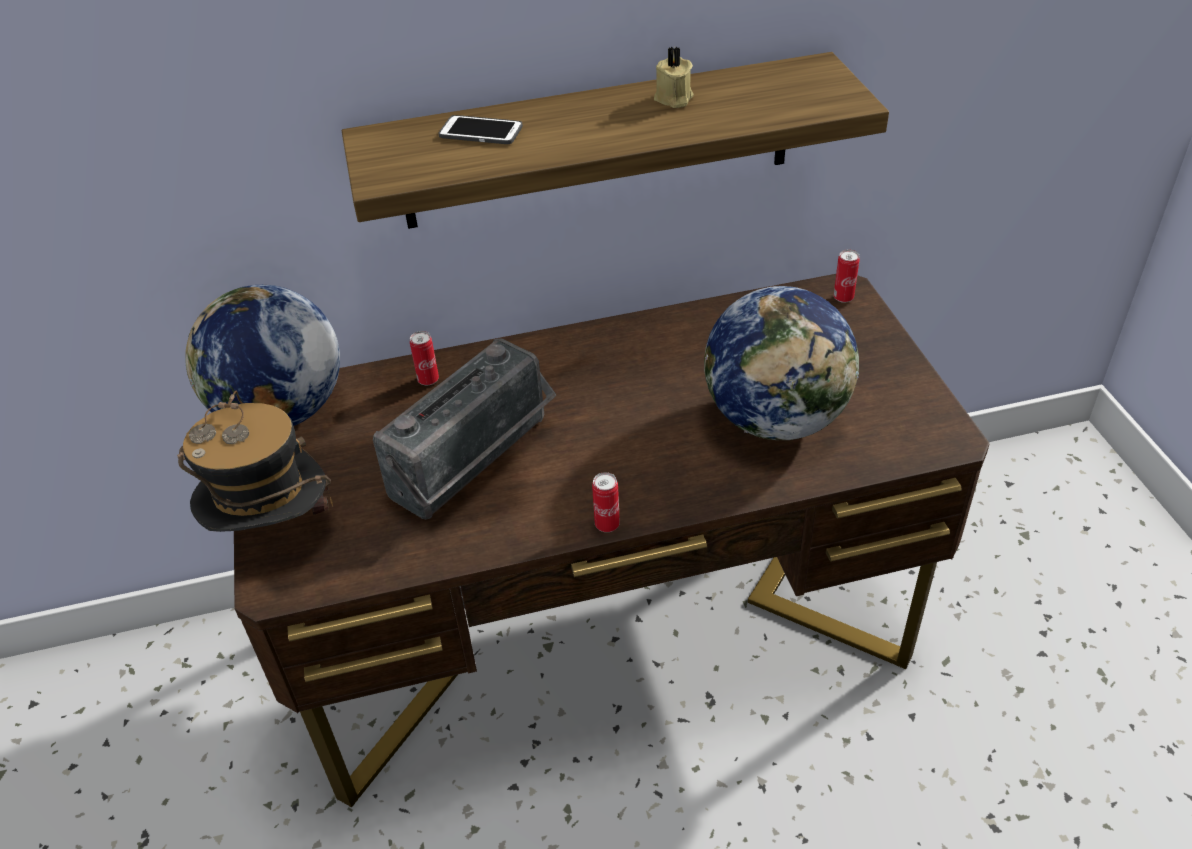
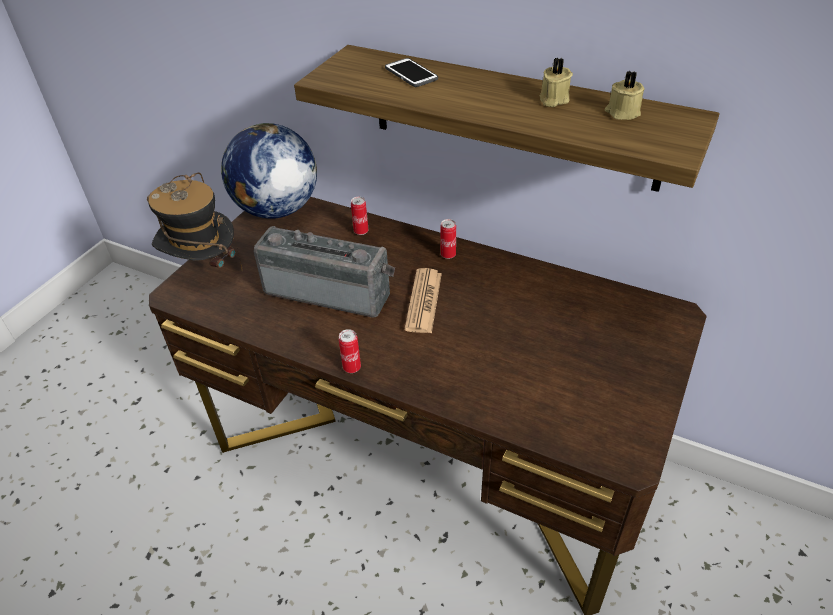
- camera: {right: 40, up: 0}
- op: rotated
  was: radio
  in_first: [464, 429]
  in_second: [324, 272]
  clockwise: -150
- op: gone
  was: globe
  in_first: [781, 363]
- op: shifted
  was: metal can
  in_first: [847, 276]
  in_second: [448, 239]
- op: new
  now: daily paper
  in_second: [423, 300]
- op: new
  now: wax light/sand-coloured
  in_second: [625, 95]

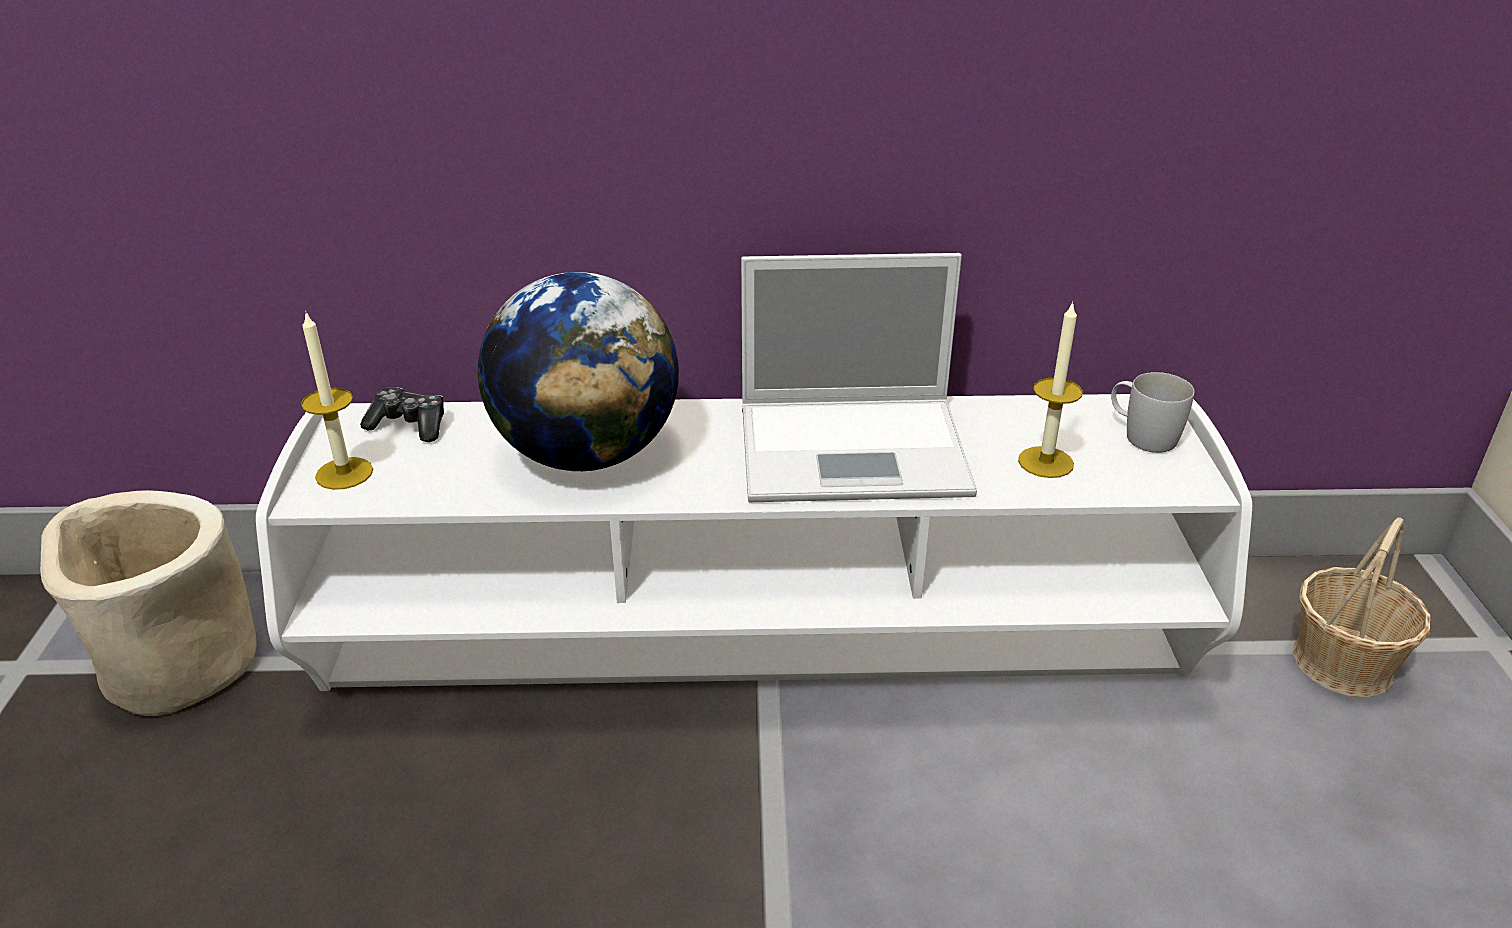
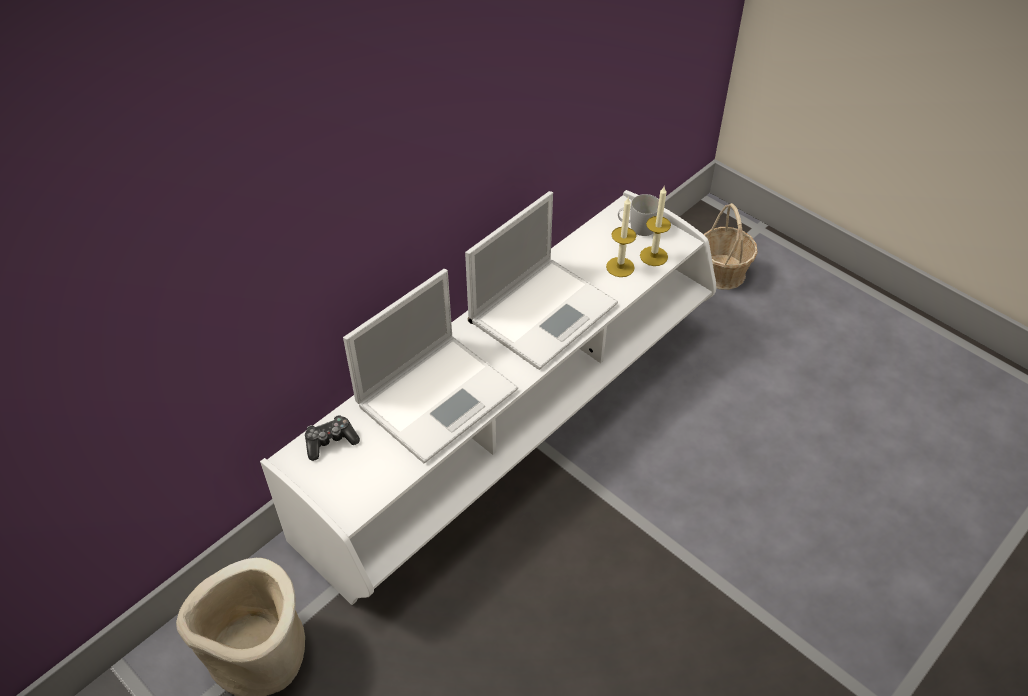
- camera: {right: -45, up: 15}
- op: shifted
  was: wax light
  in_first: [337, 400]
  in_second: [655, 226]
- op: swapped
  was: globe
  now: laptop
  in_first: [578, 371]
  in_second: [430, 366]

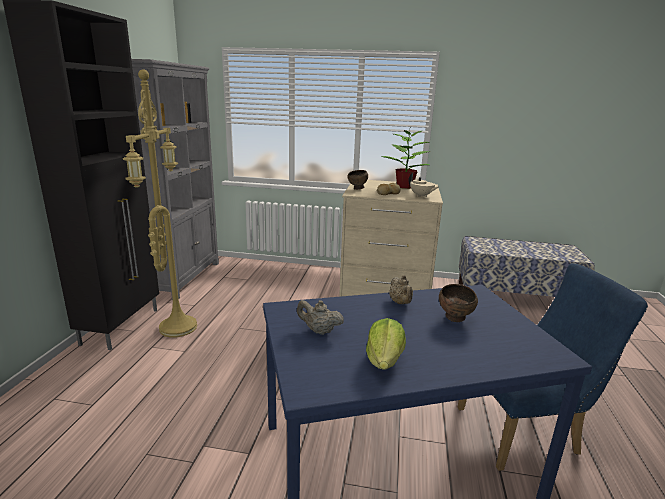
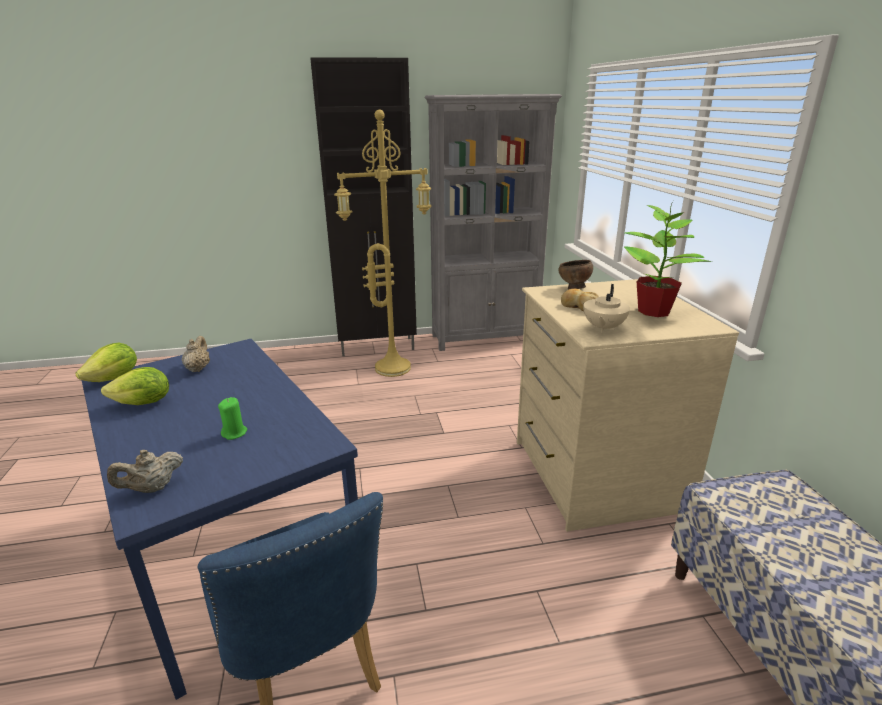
- camera: {right: 70, up: 5}
- op: shifted
  was: tea pot/sand-coloured
  in_first: [401, 289]
  in_second: [145, 471]
- op: swapped
  was: bowl/brownish
  now: wax light/greenish
  in_first: [458, 303]
  in_second: [232, 418]
- op: new
  now: head of lettuce
  in_second: [106, 362]

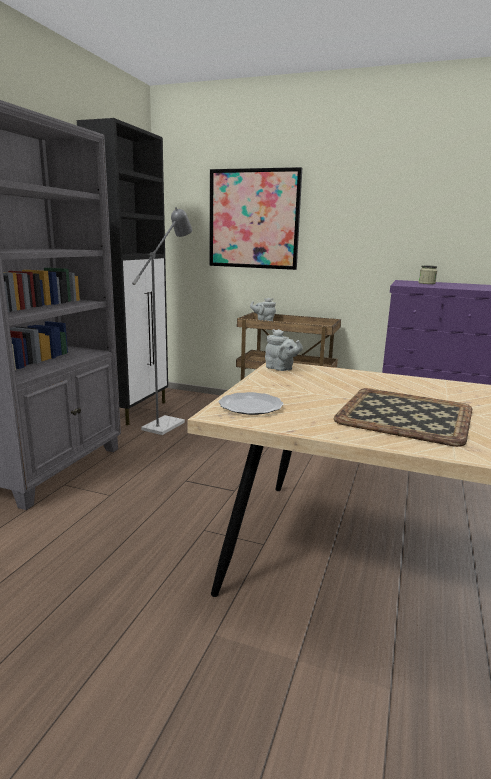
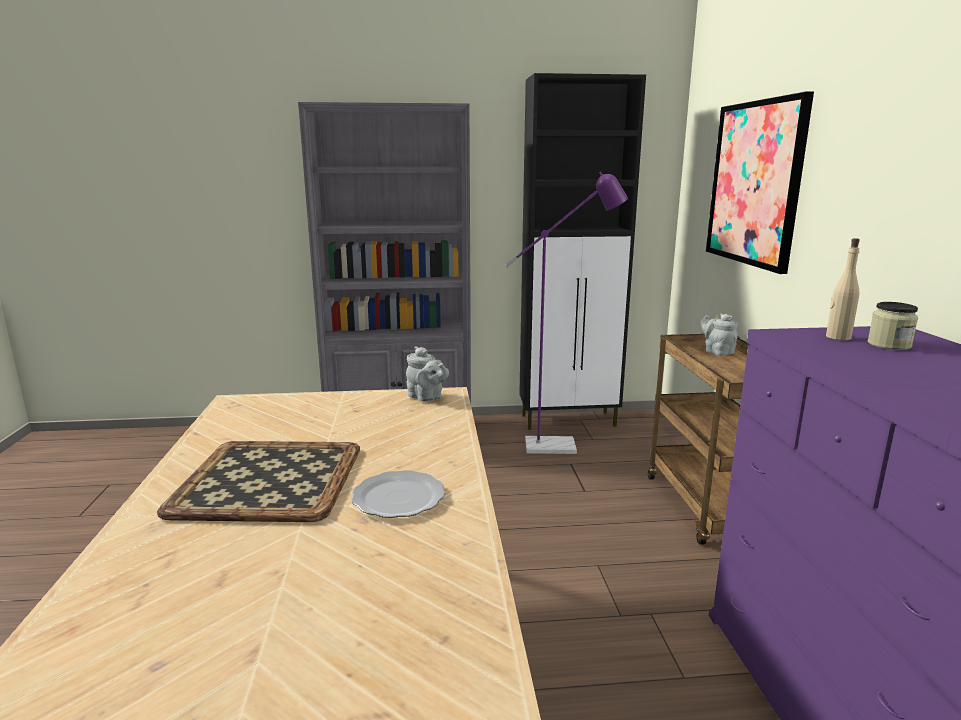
- camera: {right: 65, up: 0}
- op: repainted
  was: floor lamp/gray
  now: floor lamp/purple
  in_first: [162, 321]
  in_second: [566, 313]
- op: shifted
  was: plate
  in_first: [251, 403]
  in_second: [398, 494]
- op: rotated
  was: tea pot/gray
  in_first: [284, 350]
  in_second: [427, 374]
  clockwise: -60
- op: new
  now: drink bottle/sand-coloured
  in_second: [843, 289]

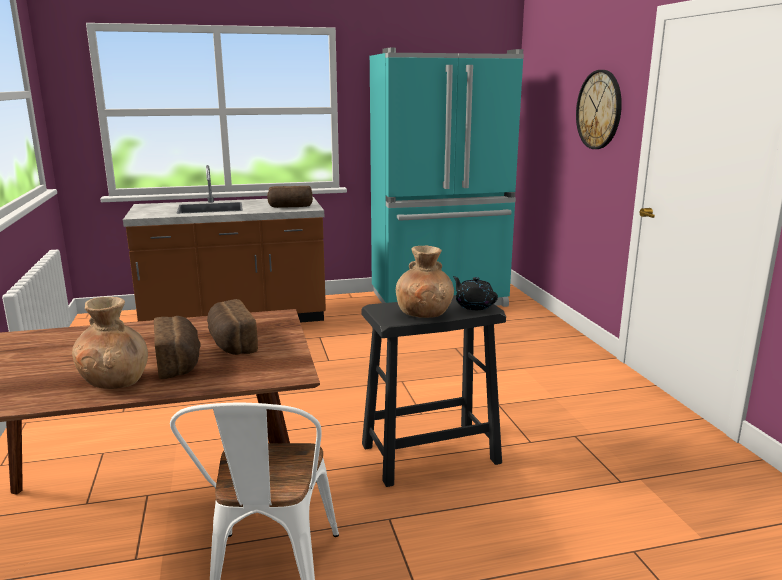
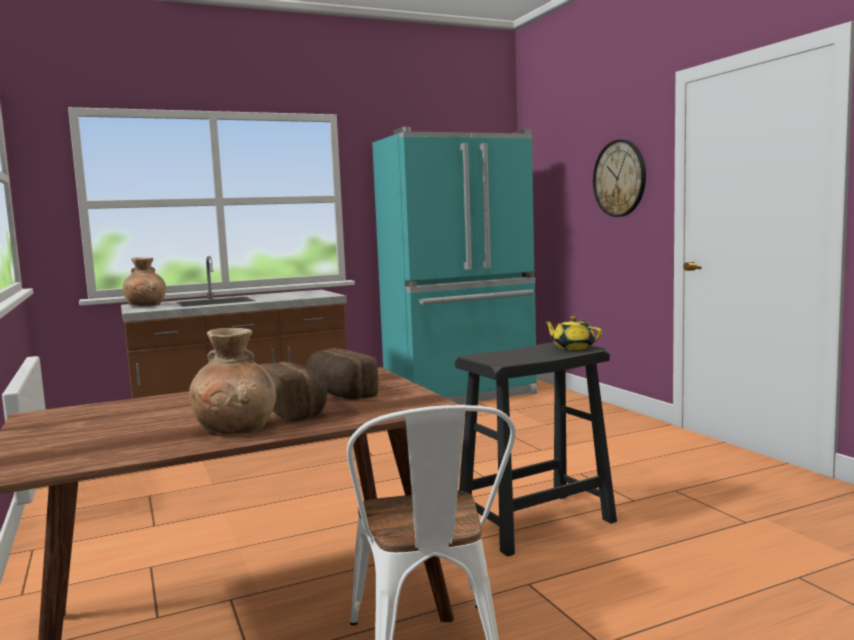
- camera: {right: -10, up: -10}
- op: gone
  was: baked bread
  in_first: [290, 197]
- op: shifted
  was: flower vase/brownish
  in_first: [425, 282]
  in_second: [144, 281]
- op: repainted
  was: tea pot/blackish
  now: tea pot/yellowish
  in_first: [475, 293]
  in_second: [573, 333]

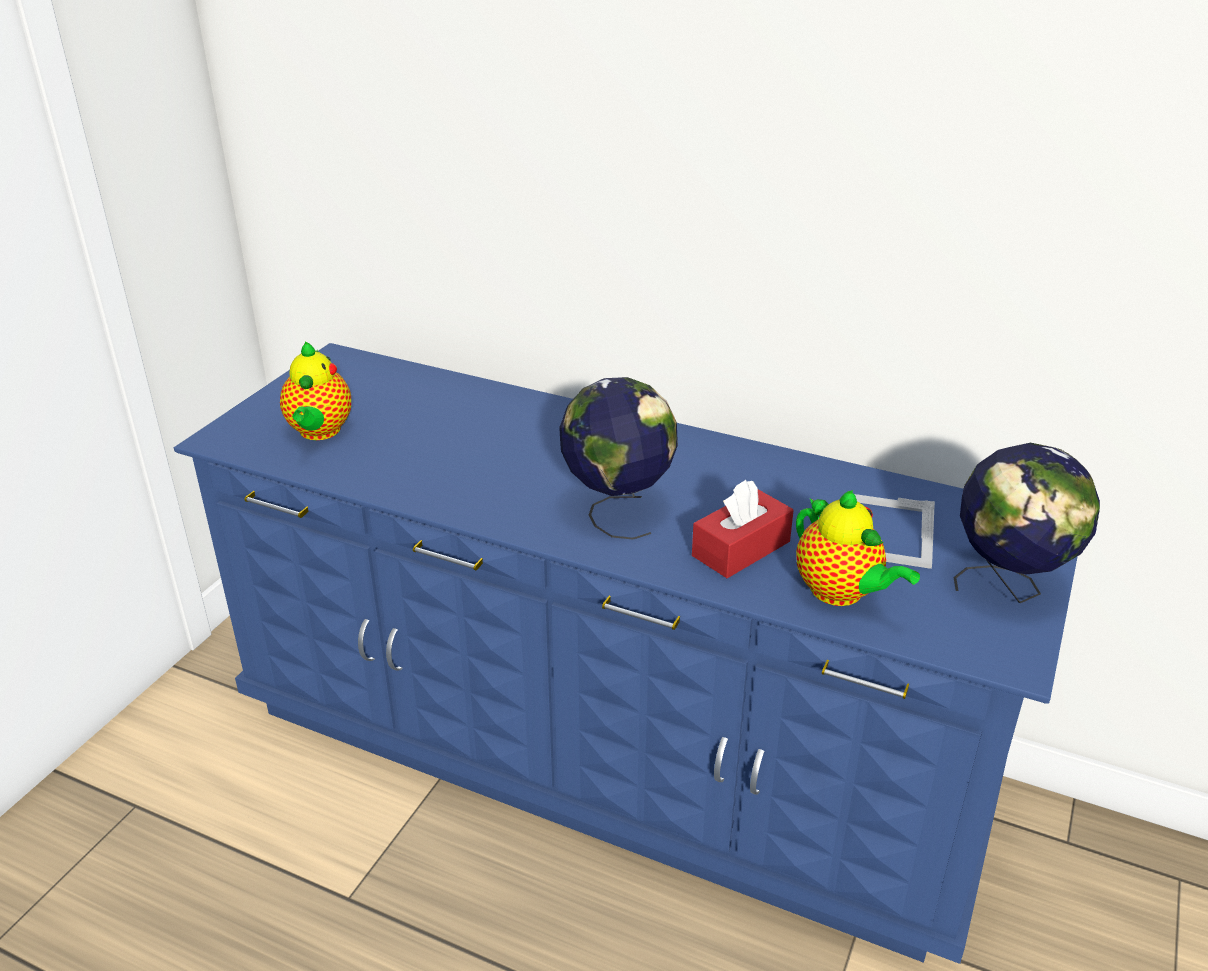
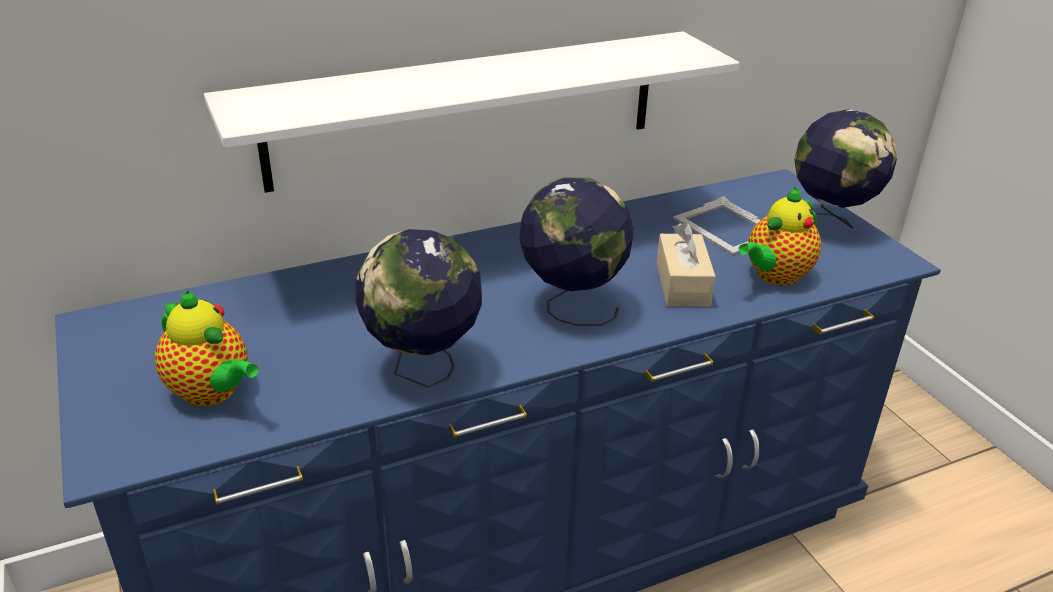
- camera: {right: -50, up: 0}
- op: repainted
  was: tissue box/reddish
  now: tissue box/sand-coloured
  in_first: [743, 529]
  in_second: [686, 264]
- op: rotated
  was: tea pot
  in_first: [858, 548]
  in_second: [780, 236]
  clockwise: 135
- op: new
  now: wall shelf/whitish
  in_second: [472, 112]
- op: new
  now: globe
  in_second: [419, 308]

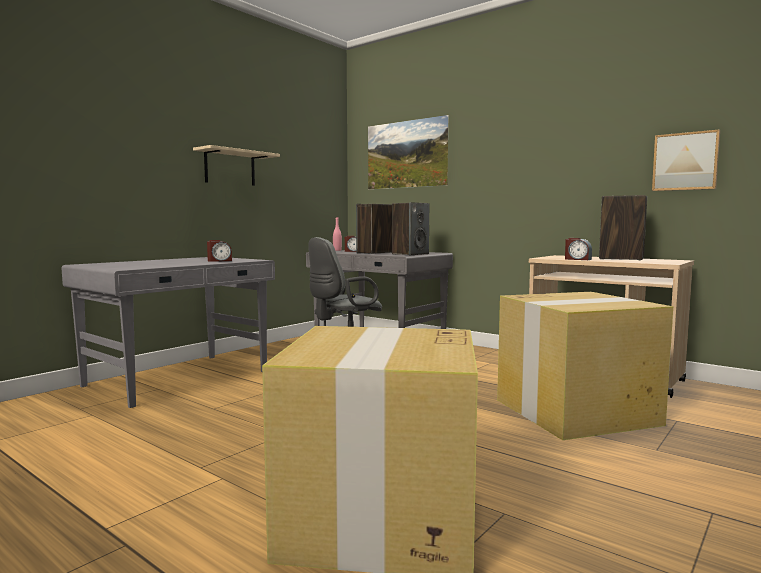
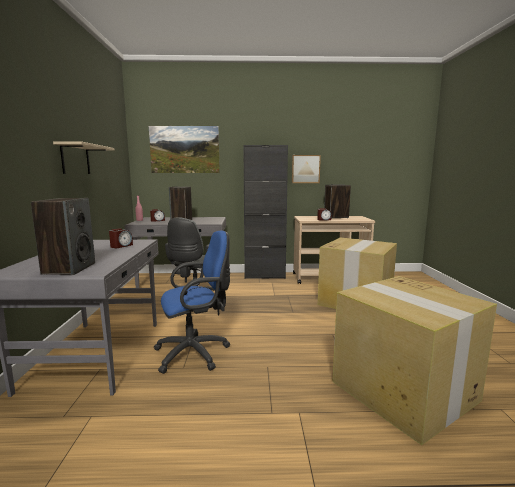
- camera: {right: -40, up: 5}
- op: shifted
  was: speaker
  in_first: [410, 228]
  in_second: [63, 236]
- op: shifted
  was: wall art
  in_first: [686, 160]
  in_second: [306, 169]
- op: new
  now: computer chair/blue-coloured
  in_second: [192, 302]
- op: new
  now: cabinet/blackish
  in_second: [265, 212]

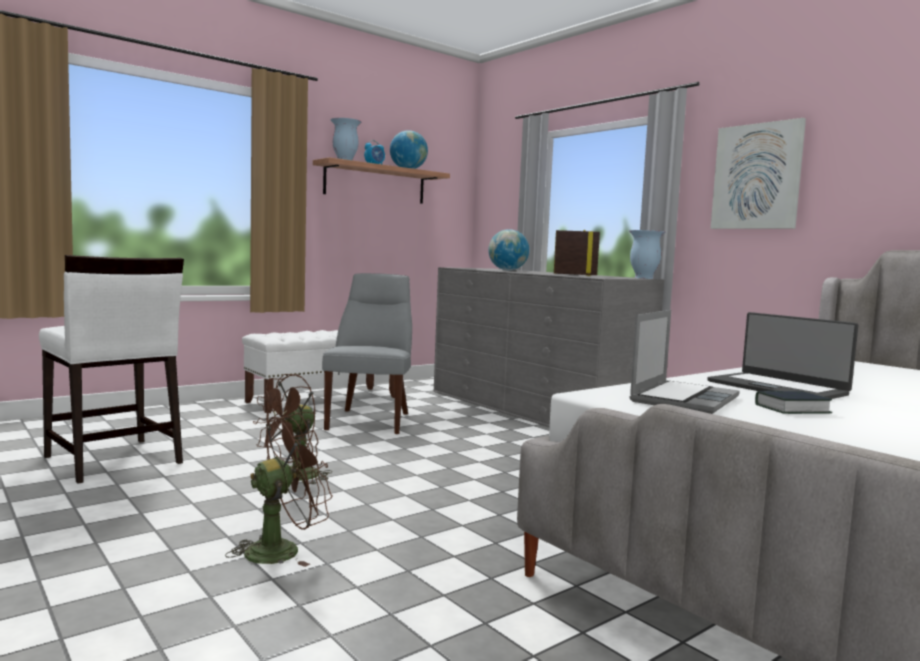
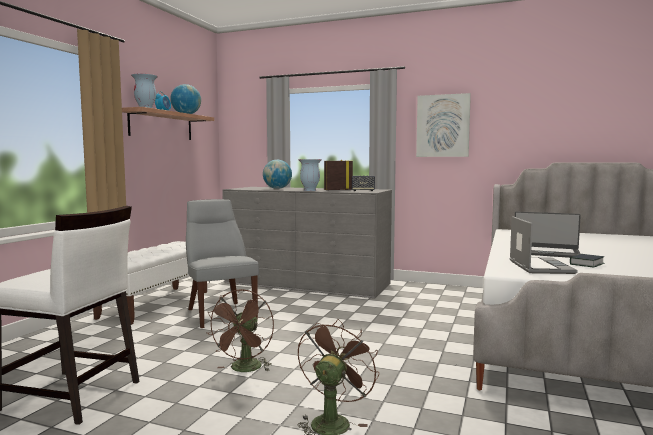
- camera: {right: -30, up: 0}
- op: shifted
  was: flower vase
  in_first: [647, 254]
  in_second: [310, 175]
- op: new
  now: speaker
  in_second: [363, 183]

